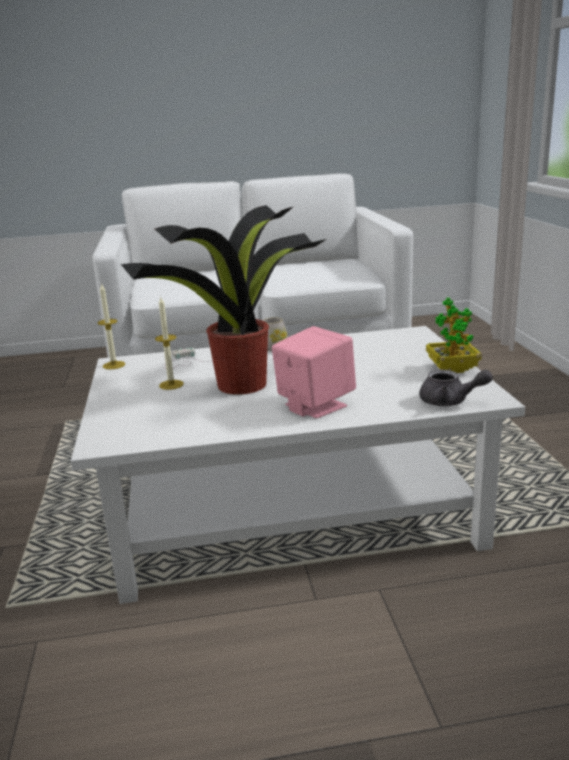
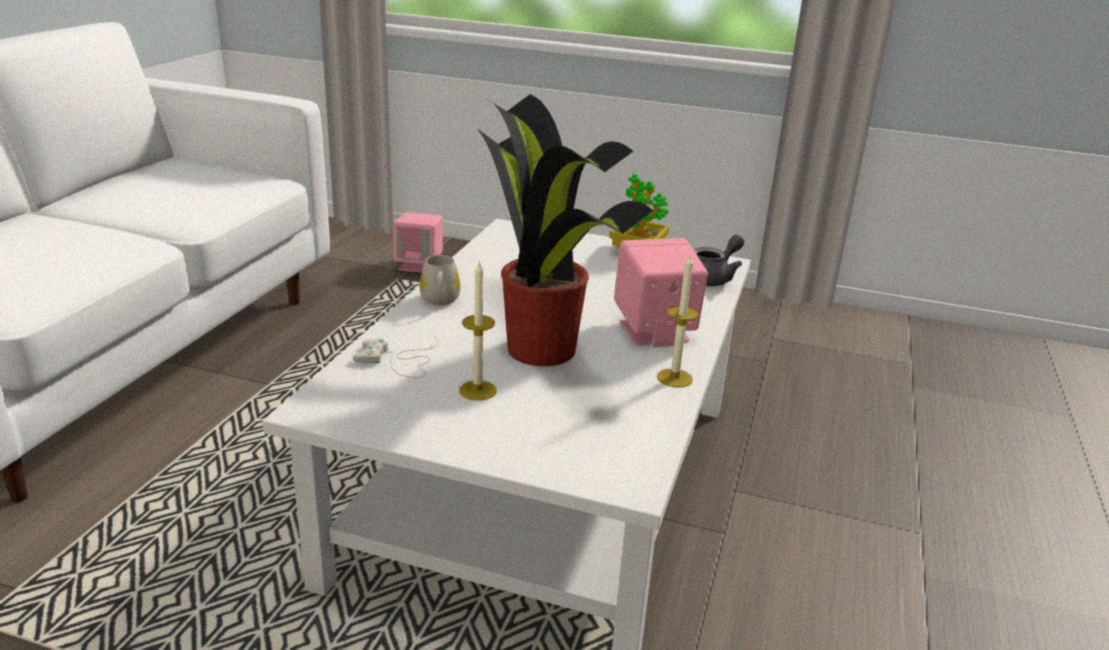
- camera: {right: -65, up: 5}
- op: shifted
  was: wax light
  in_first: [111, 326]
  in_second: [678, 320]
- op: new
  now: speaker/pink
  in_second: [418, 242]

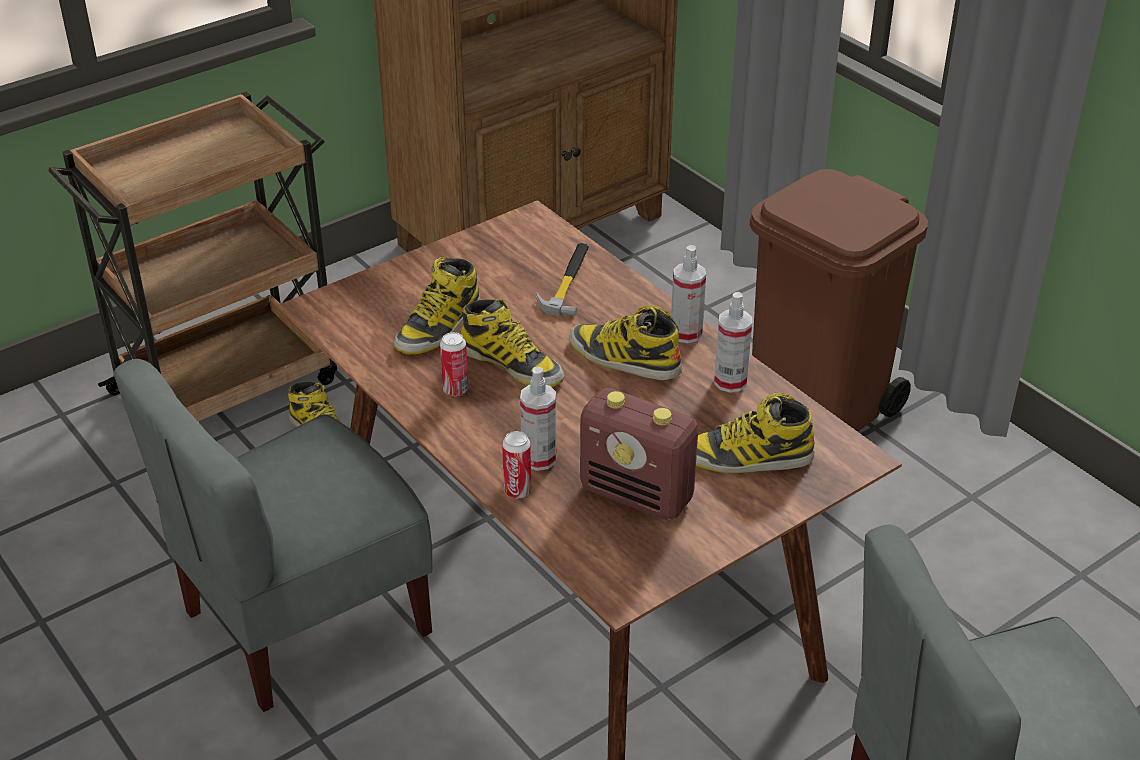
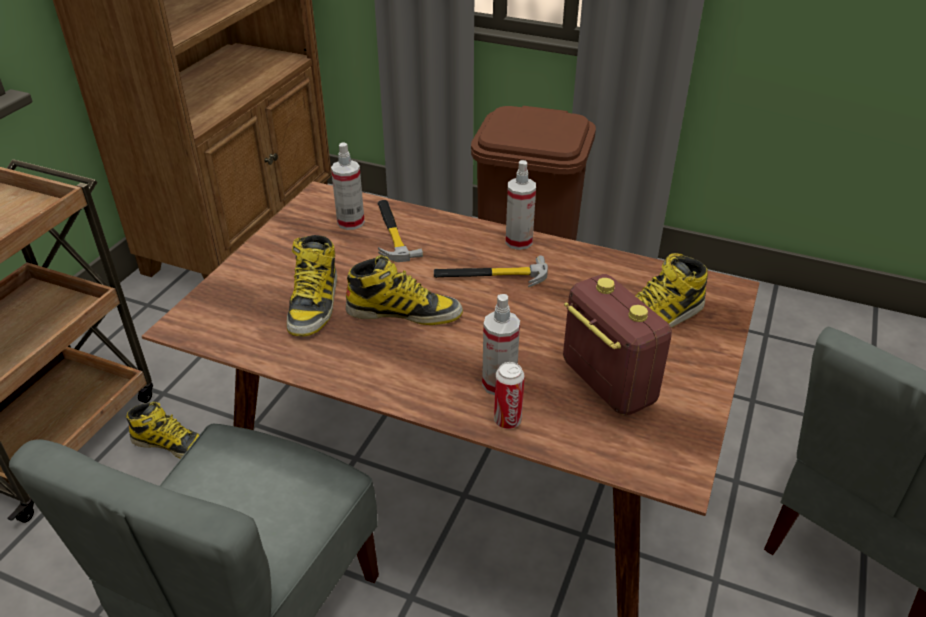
- camera: {right: -30, up: 0}
- op: gone
  was: metal can
  in_first: [454, 364]
- op: swapped
  was: boot
  now: hand hammer
  in_first: [625, 342]
  in_second: [491, 271]
- op: rotated
  was: radio
  in_first: [639, 454]
  in_second: [617, 344]
  clockwise: -120
- op: shifted
  was: spray bottle
  in_first: [733, 342]
  in_second: [348, 186]

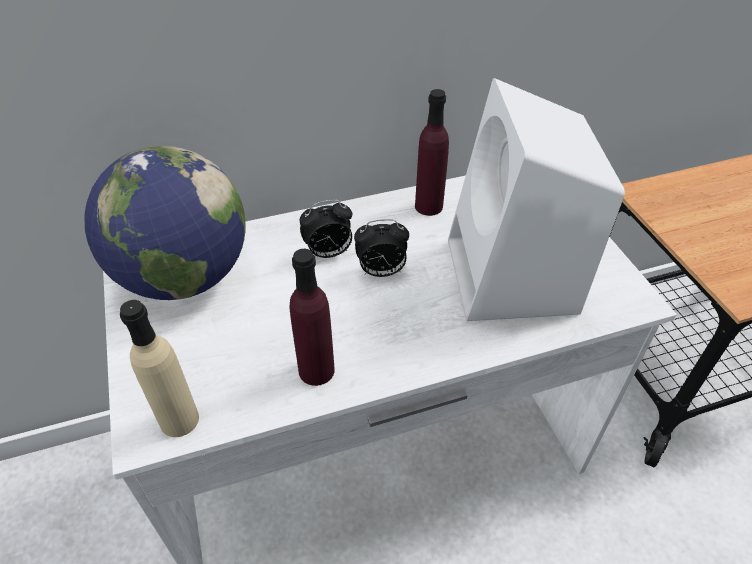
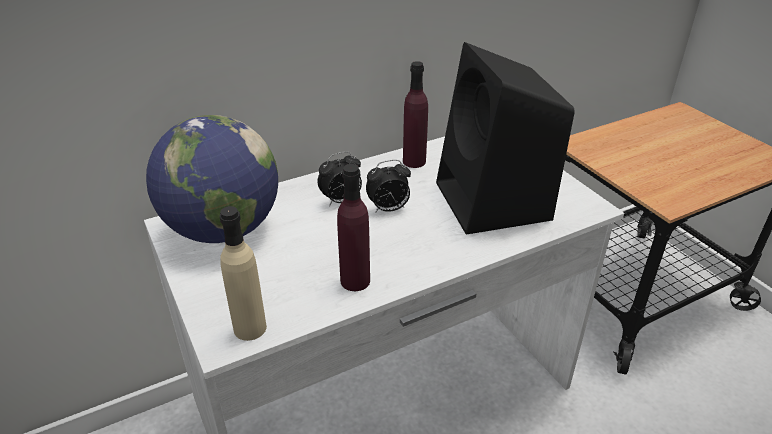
- camera: {right: -10, up: -10}
- op: repainted
  was: speaker/whitish
  now: speaker/blackish
  in_first: [536, 199]
  in_second: [505, 138]

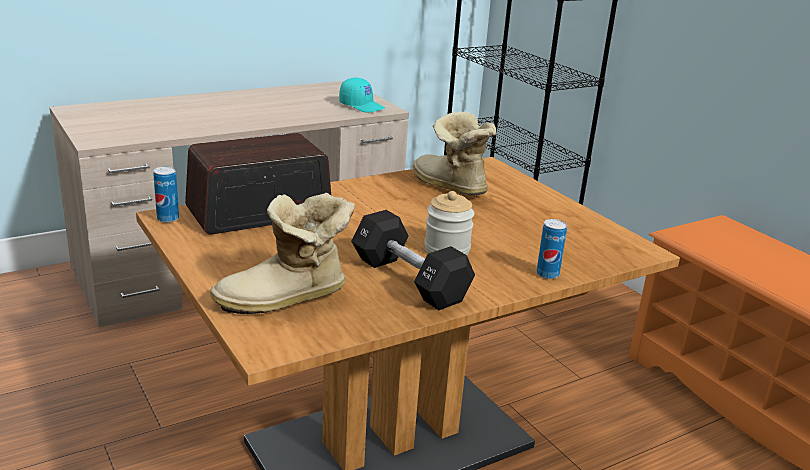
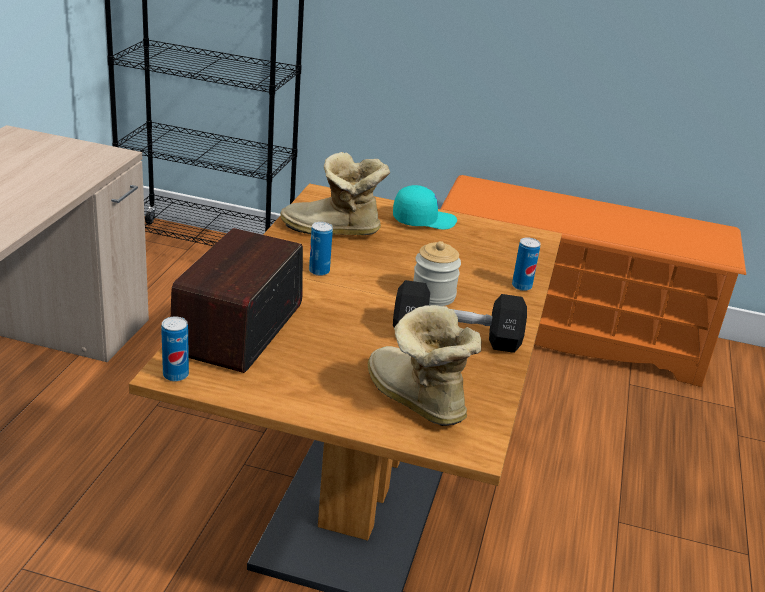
- camera: {right: -45, up: 5}
- op: rotated
  was: boot
  in_first: [282, 253]
  in_second: [425, 365]
  clockwise: 120
- op: shifted
  was: peaked cap/blue-green
  in_first: [362, 95]
  in_second: [425, 207]
- op: new
  now: metal can
  in_second: [321, 249]

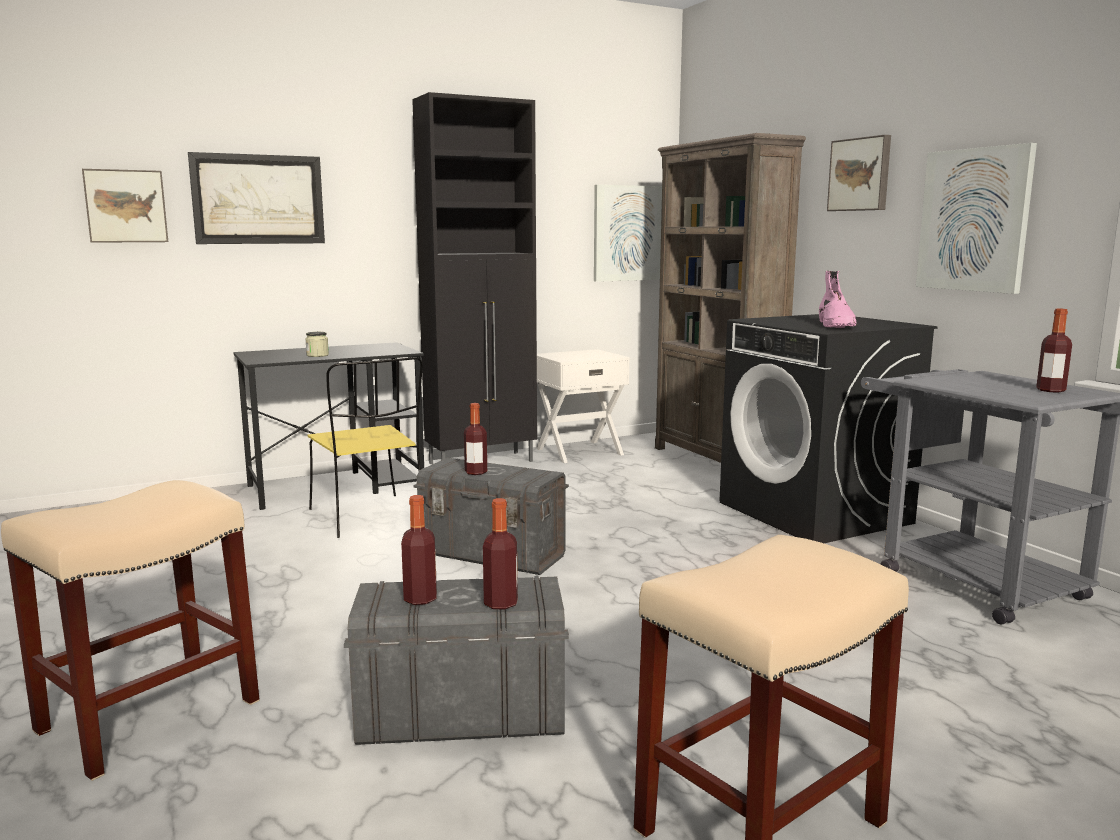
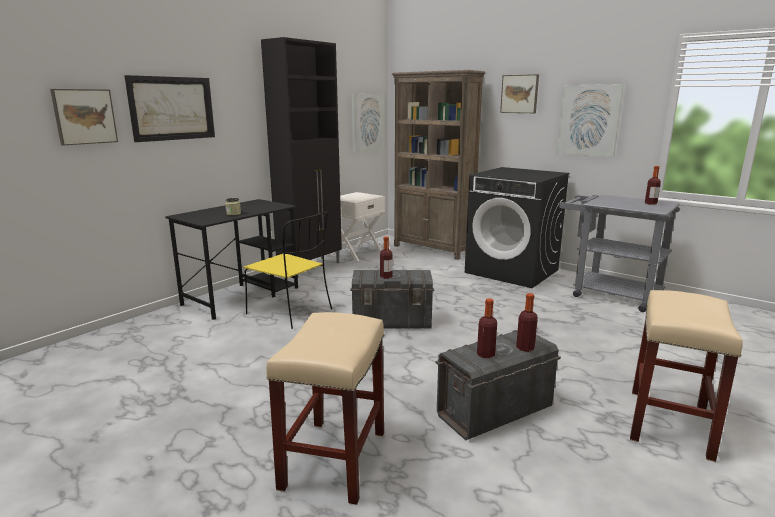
- camera: {right: -25, up: 5}
- op: gone
  was: boot/pink
  in_first: [838, 299]

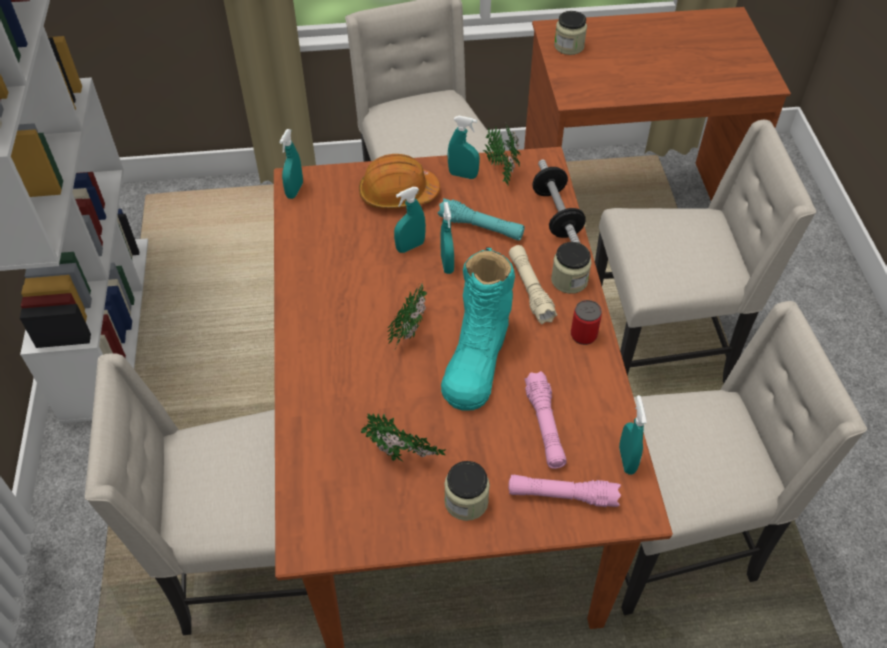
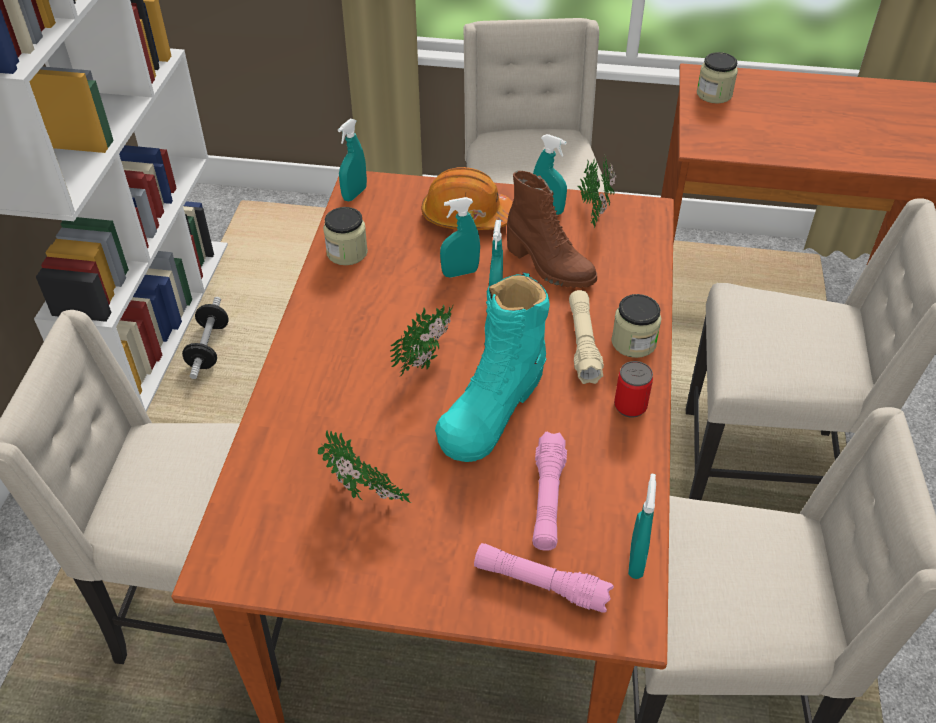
- camera: {right: 15, up: -5}
- op: swapped
  was: torch/blue-green
  now: boot/brownish
  in_first: [481, 219]
  in_second: [552, 229]
- op: shifted
  was: storage jar
  in_first: [467, 491]
  in_second: [345, 236]
- op: shifted
  was: free weight
  in_first: [559, 201]
  in_second: [205, 338]

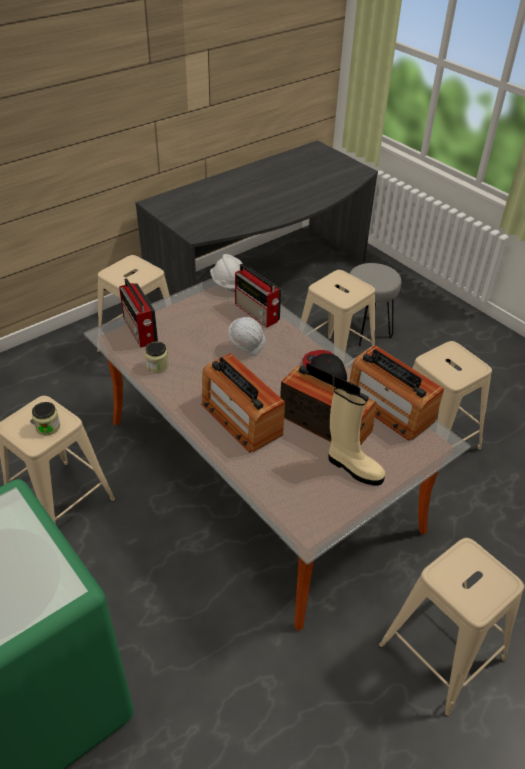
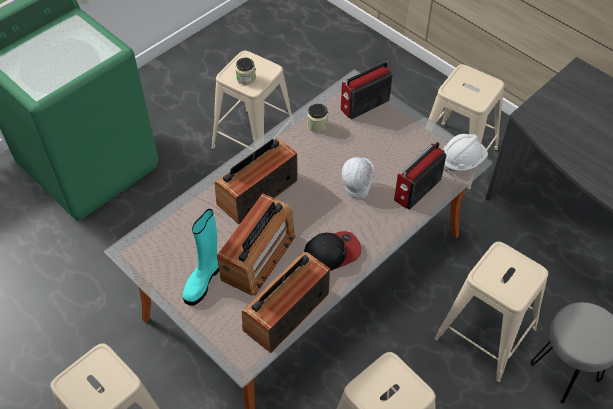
- camera: {right: 85, up: 10}
- op: repainted
  was: boot/sand-coloured
  now: boot/blue-green
  in_first: [357, 436]
  in_second: [200, 257]

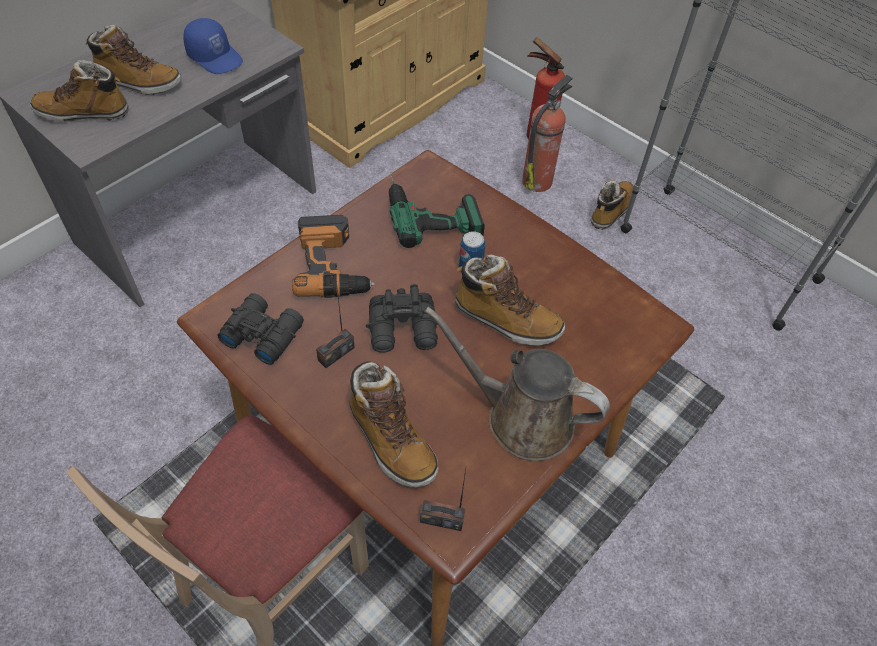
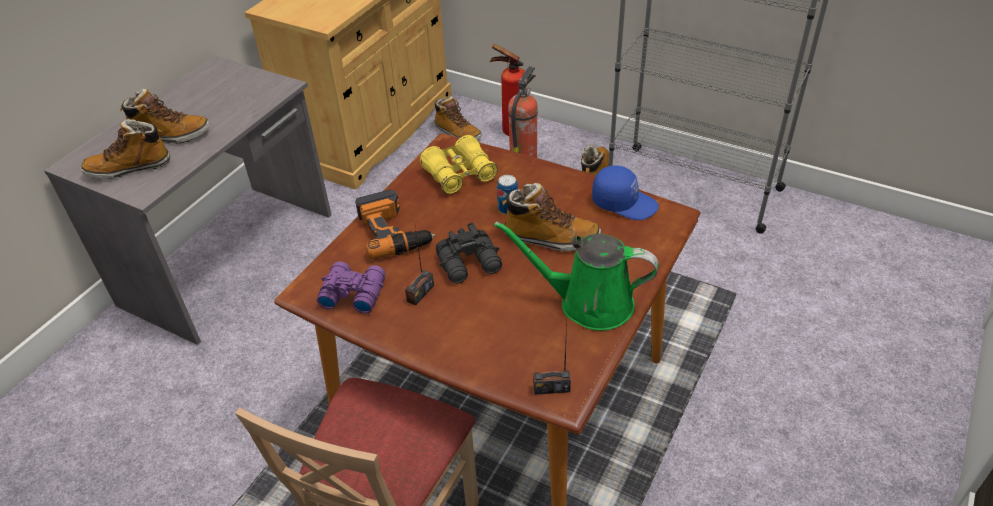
- camera: {right: -10, up: -10}
- op: shifted
  was: peaked cap/blue-coloured
  in_first: [213, 46]
  in_second: [625, 193]
- op: repainted
  was: field glasses/blackish
  now: field glasses/purple
  in_first: [260, 329]
  in_second: [351, 287]
- op: shifted
  was: boot
  in_first: [394, 424]
  in_second: [458, 118]
- op: swapped
  was: electric drill
  now: field glasses/yellowish
  in_first: [437, 210]
  in_second: [459, 164]
- op: repainted
  was: sprinkling can/brownish
  now: sprinkling can/greenish
  in_first: [517, 384]
  in_second: [576, 276]

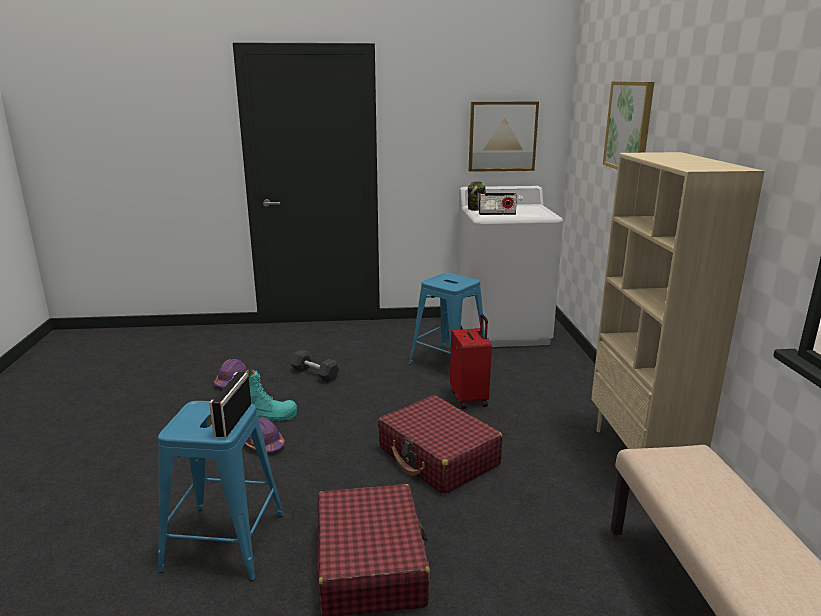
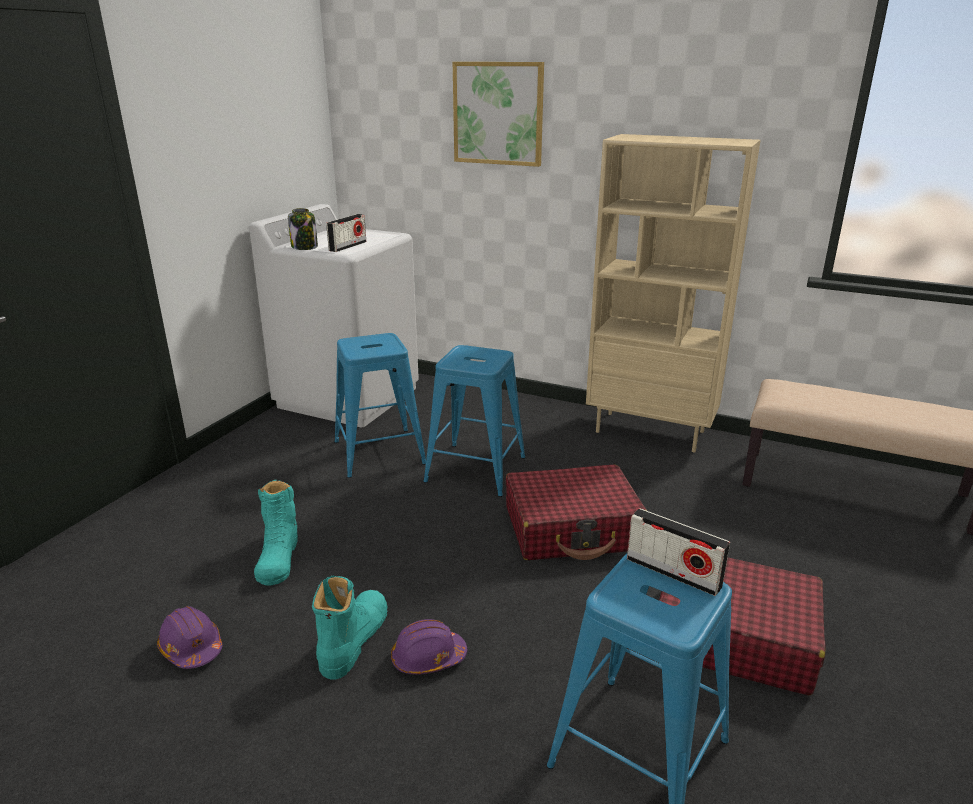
- camera: {right: -60, up: 5}
- op: swapped
  was: free weight/blackish
  now: boot/blue-green
  in_first: [314, 365]
  in_second: [276, 532]
- op: swapped
  was: piece of luggage/reddish
  now: stool seat/blue-coloured
  in_first: [471, 361]
  in_second: [474, 421]
- op: gone
  was: wall art
  in_first: [504, 137]

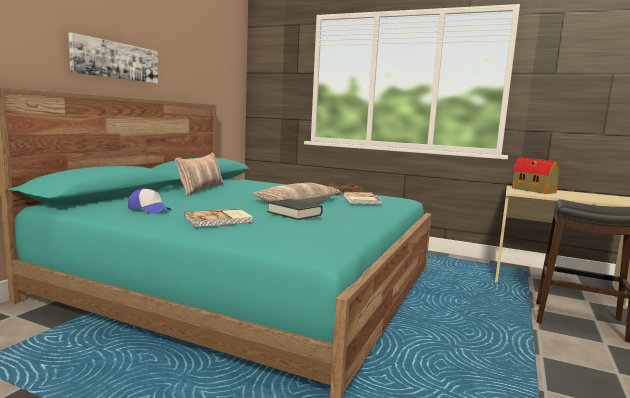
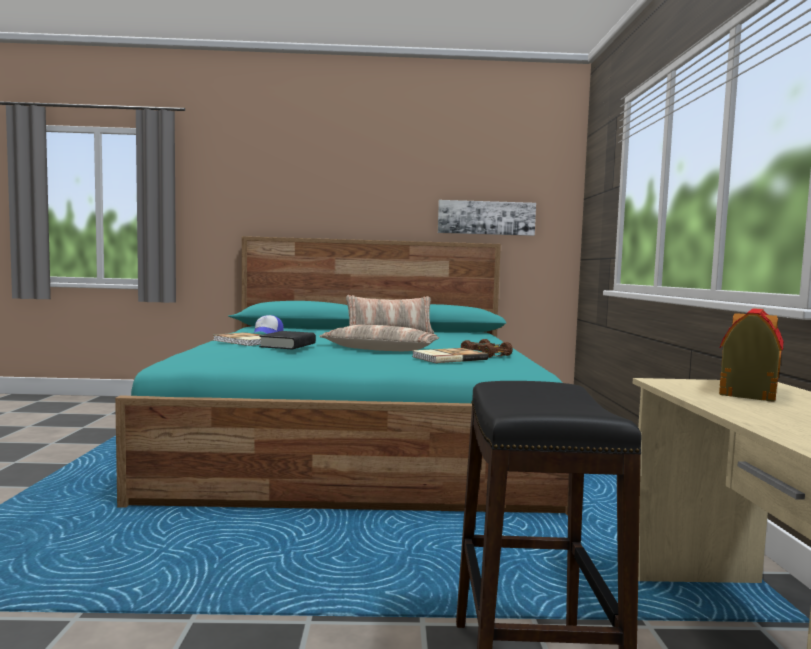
- camera: {right: 65, up: -5}
- op: shifted
  was: wall art
  in_first: [113, 58]
  in_second: [487, 218]

